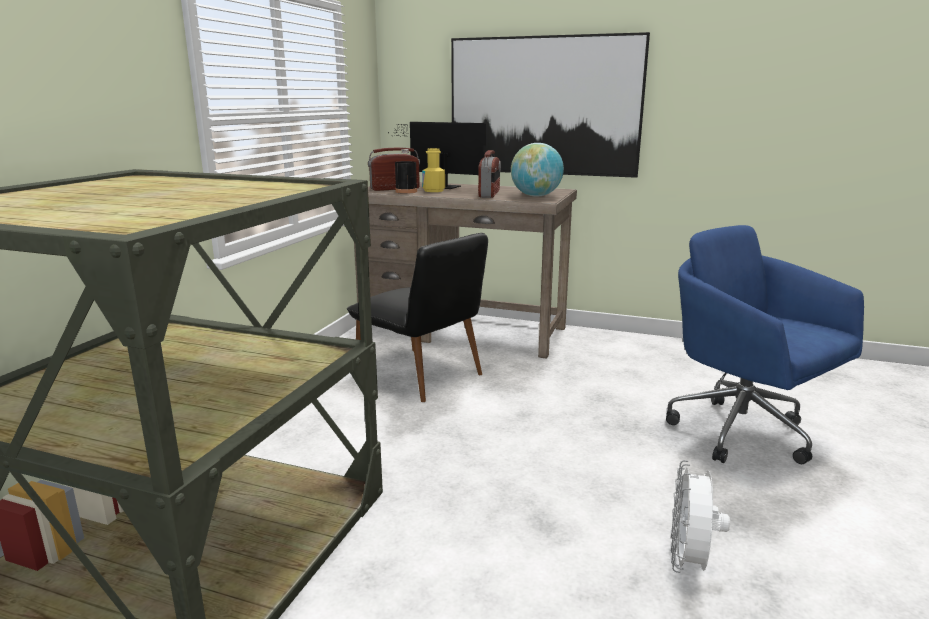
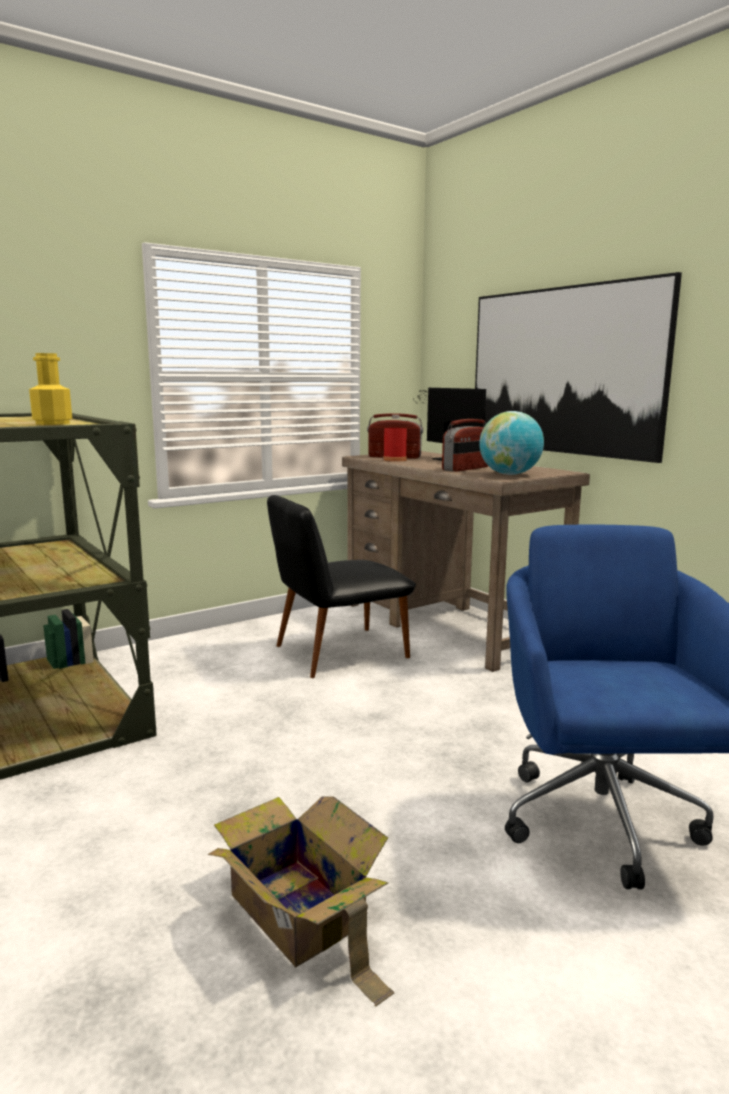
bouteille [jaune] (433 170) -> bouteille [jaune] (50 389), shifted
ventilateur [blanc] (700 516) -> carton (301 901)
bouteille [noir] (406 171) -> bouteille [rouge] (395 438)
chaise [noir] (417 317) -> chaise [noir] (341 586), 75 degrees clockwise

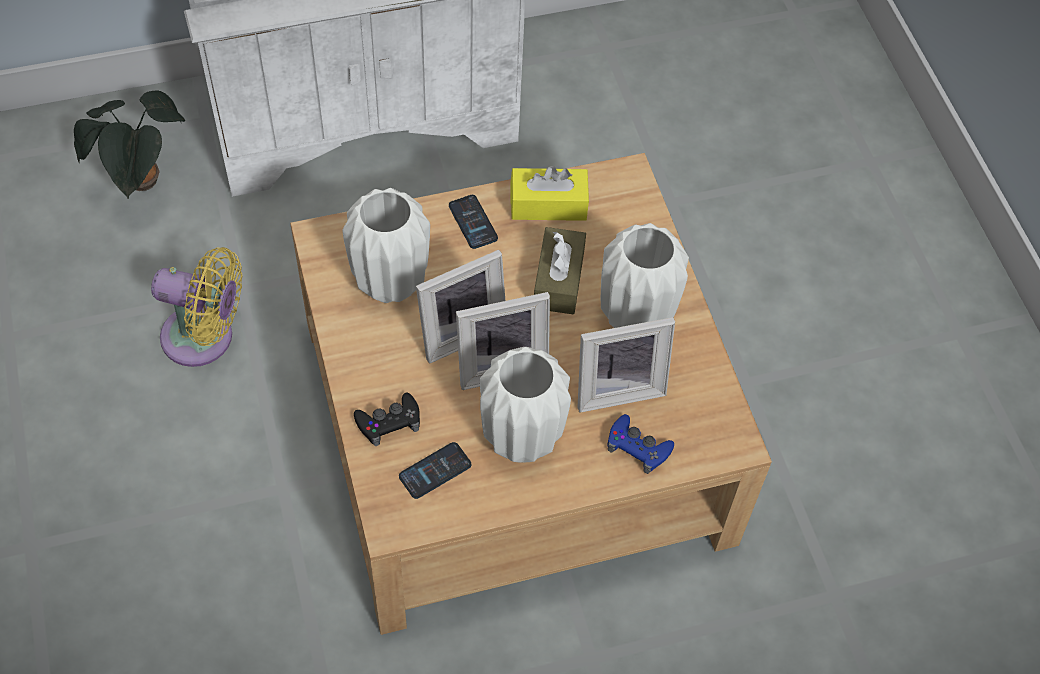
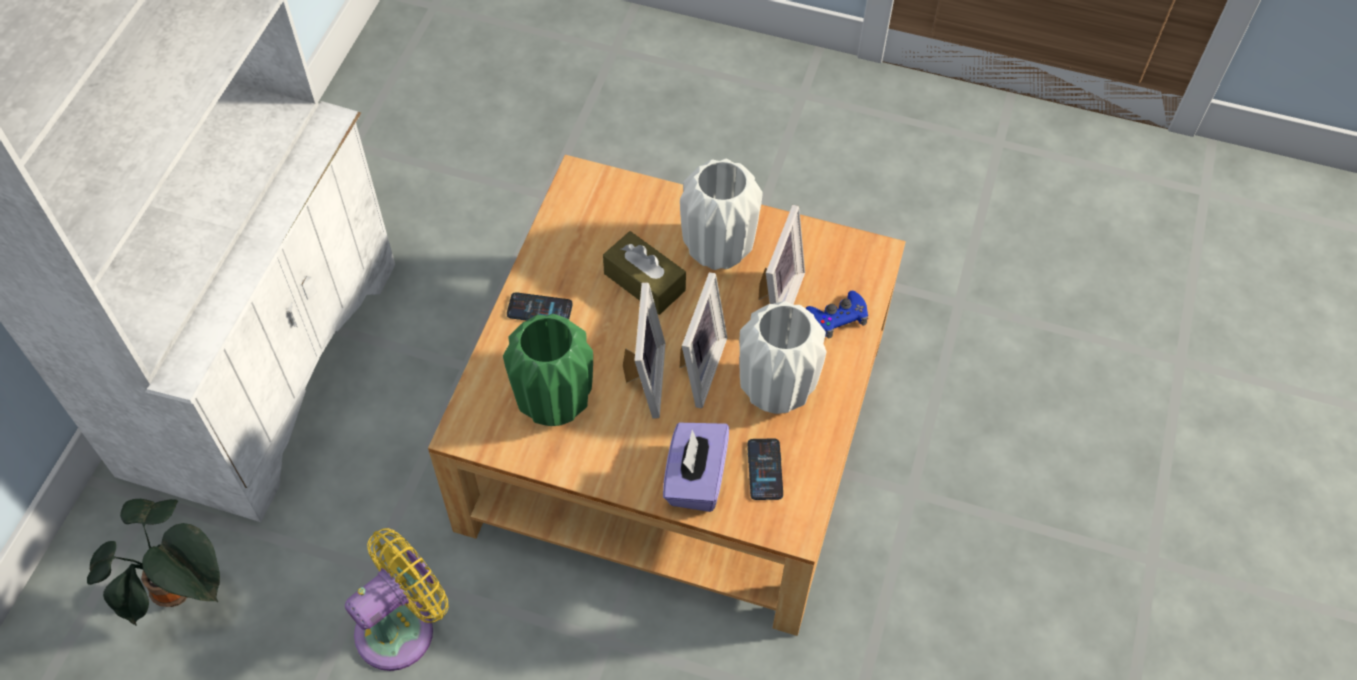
boîte à mouchoirs [jaune] (549 193) -> none
manette [noir] (387 419) -> boîte à mouchoirs [violet] (696 467)
vase [blanc] (386 245) -> vase [vert] (548 370)

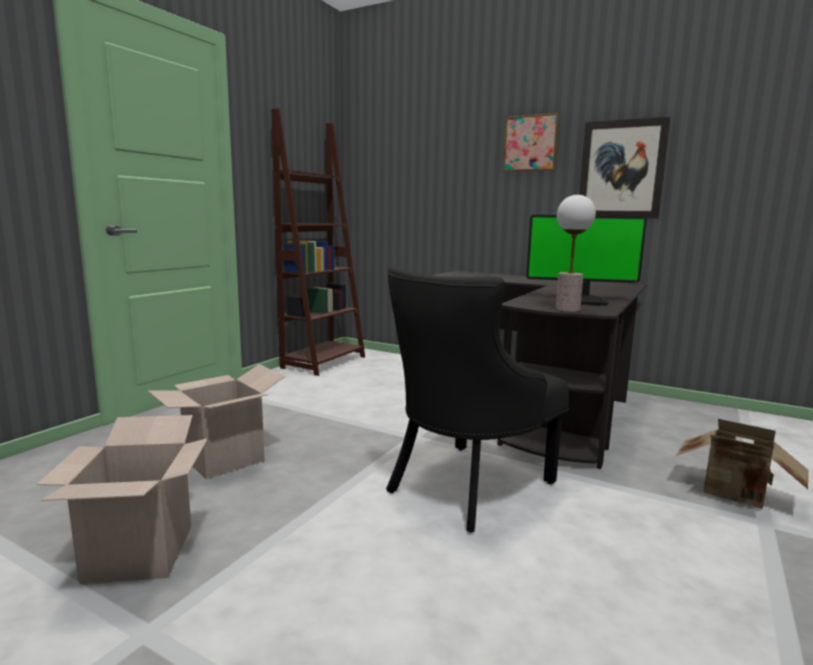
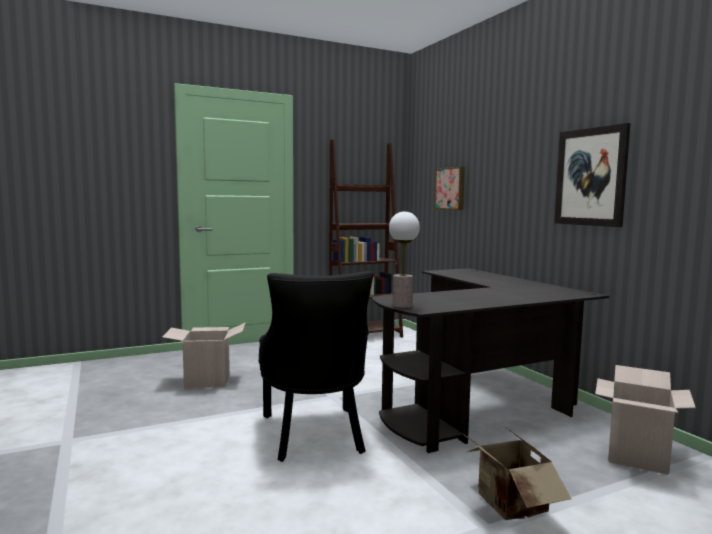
écran d'ordinateur (586 260) -> none
carton (122 499) -> carton (645 420), shifted
tableau (531 142) -> tableau (450 188), shifted
chaise [noir] (477 400) -> chaise [noir] (316 366), 90 degrees counterclockwise

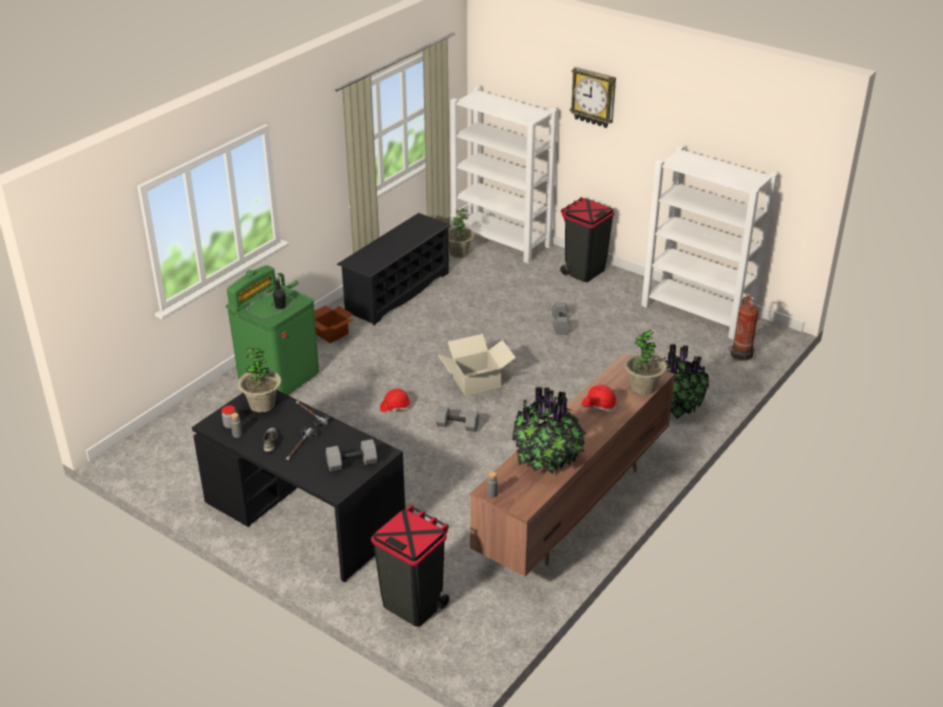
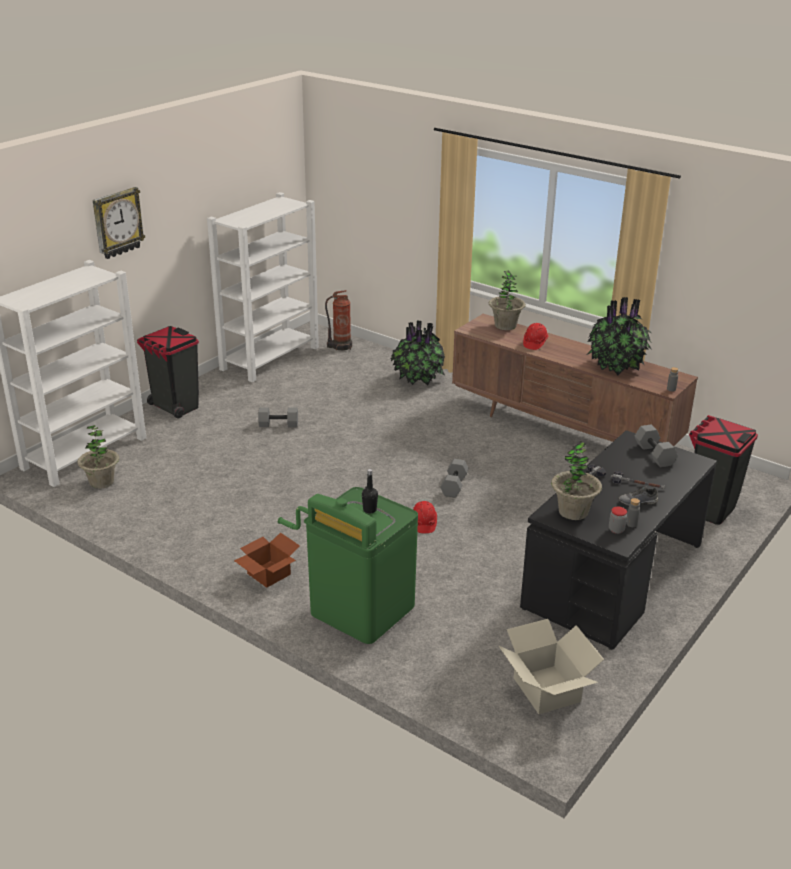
étagère à chaussures [noir] (394 269) -> none
carton (477 365) -> carton (551 666), shifted

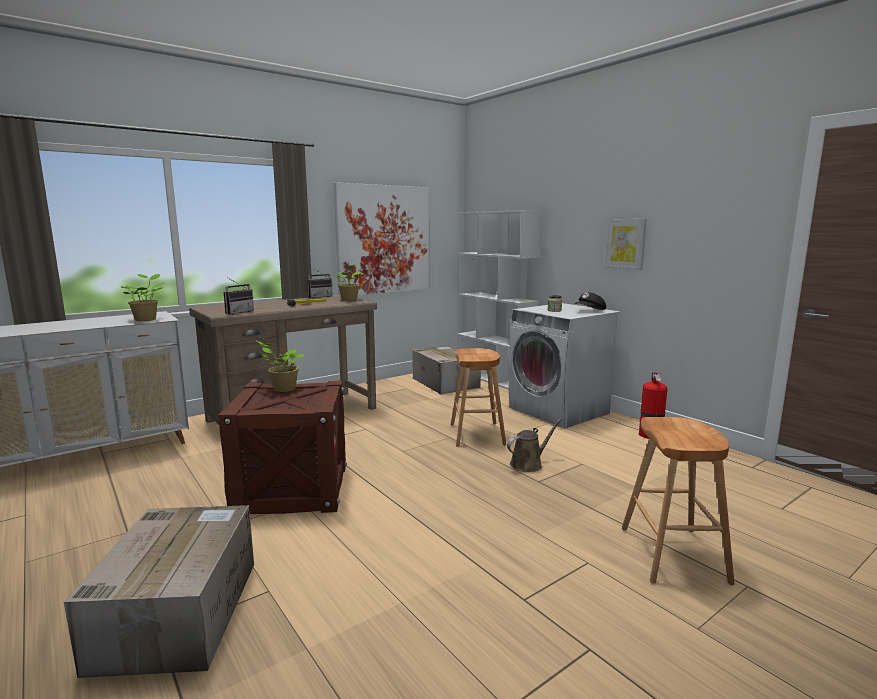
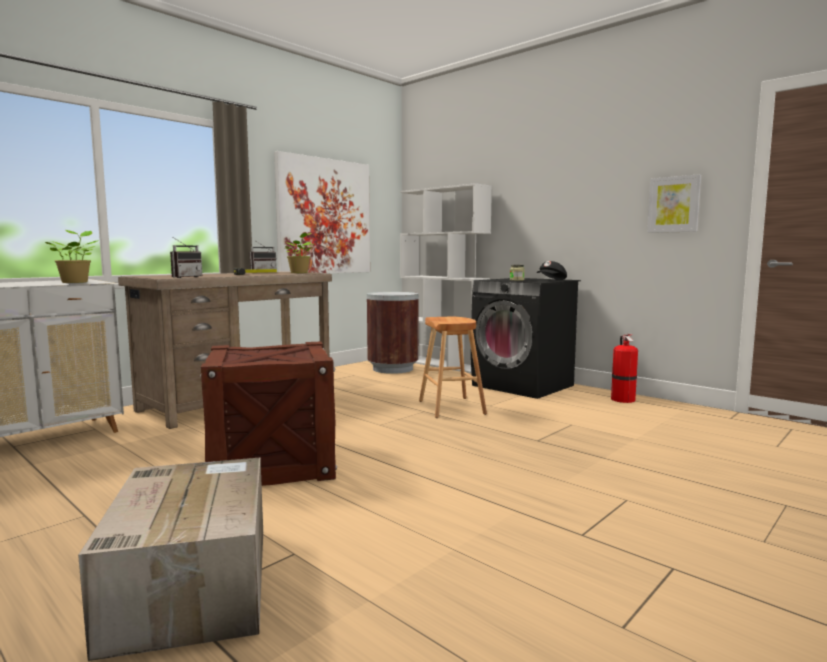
plante en pot (279 366) -> none
arrosoir [marron] (534 445) -> none
tabouret [marron] (678 501) -> none
tableau (625 244) -> tableau (674 203), shifted
carton (446 370) -> poubelle [marron] (393 333)
lave-linge [blanc] (564 365) -> lave-linge [noir] (526 338)

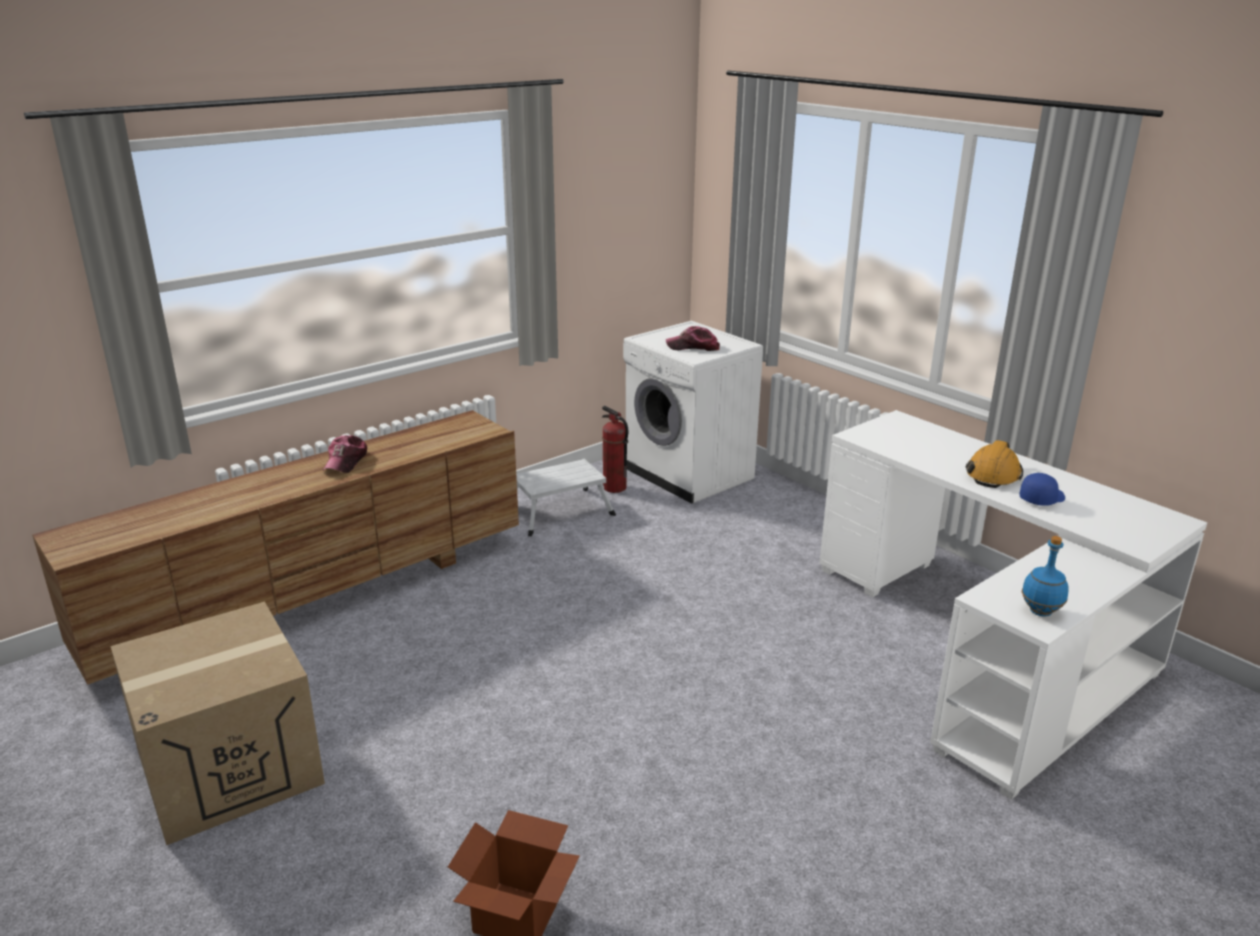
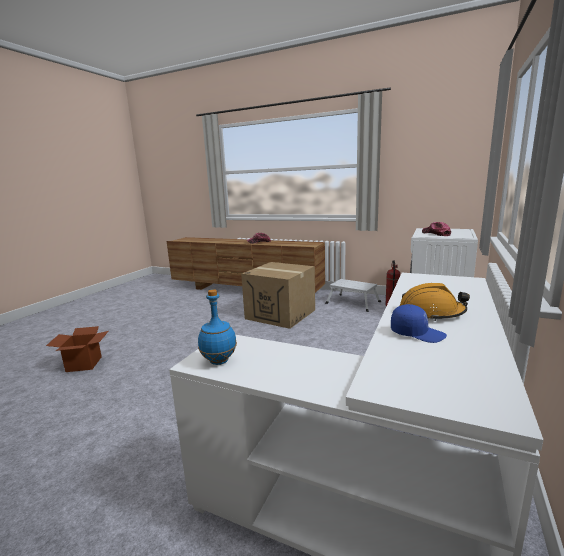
carton (217 723) -> carton (278 295), shifted

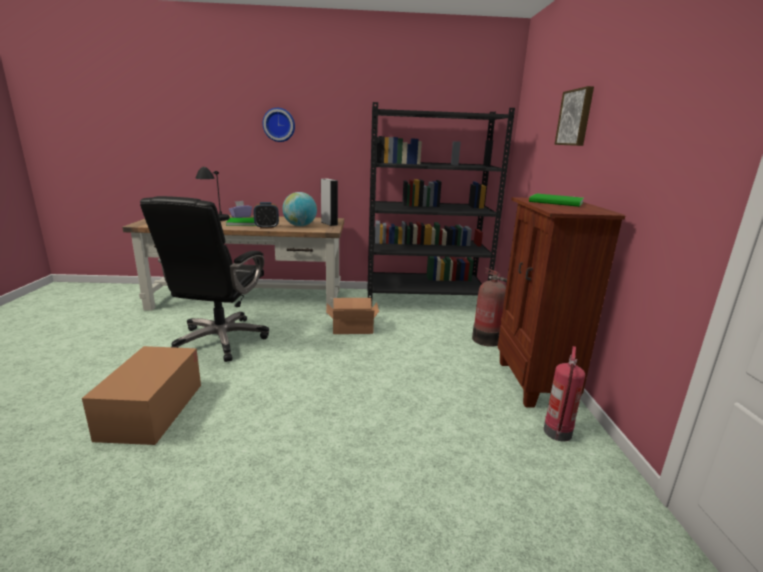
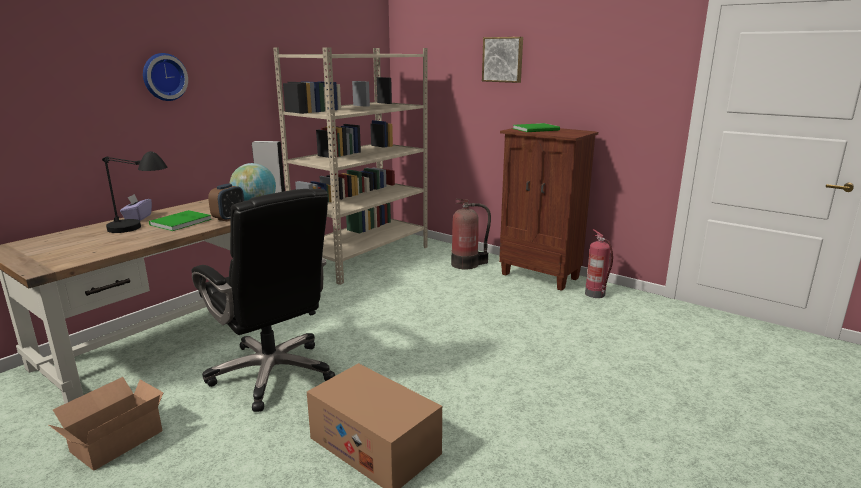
carton (352 316) -> carton (106 424), shifted
bibliothèque [noir] (441 203) -> bibliothèque [beige] (350 166)

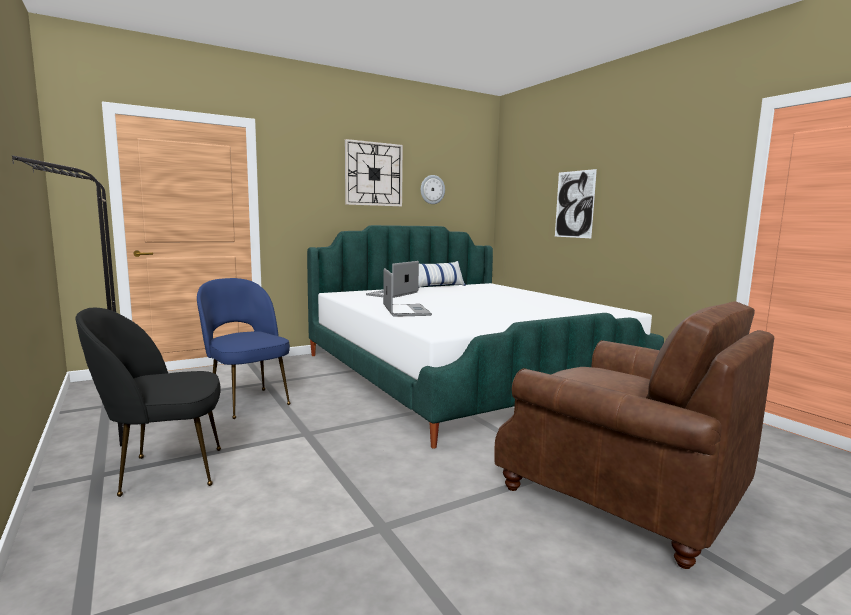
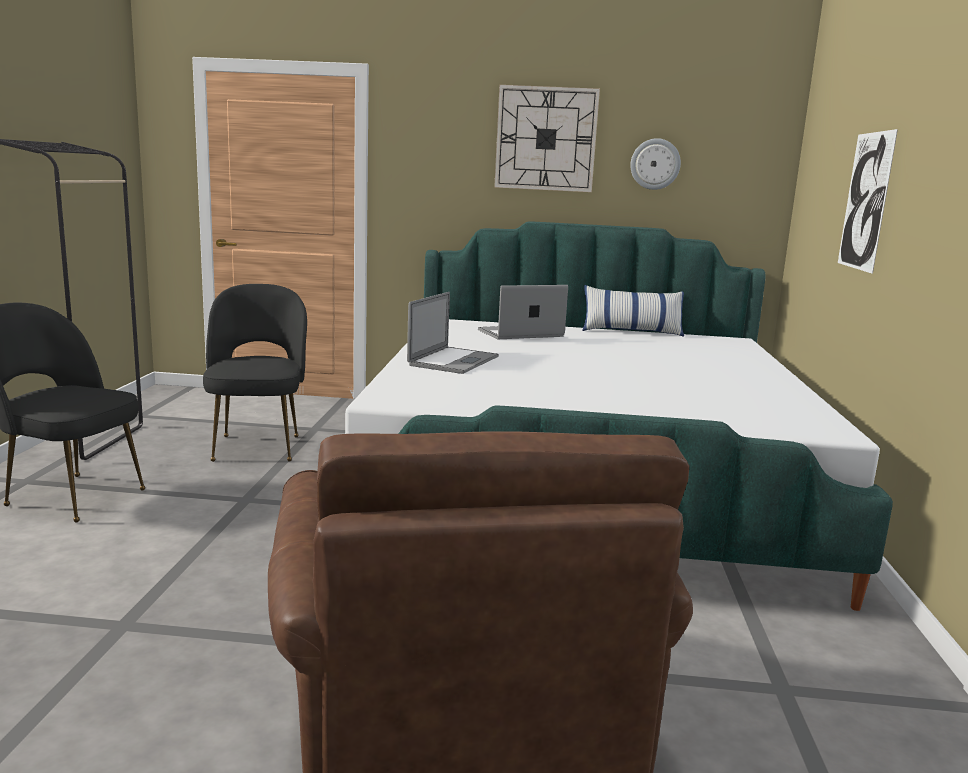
chaise [bleu] (243 348) -> chaise [noir] (255 373)

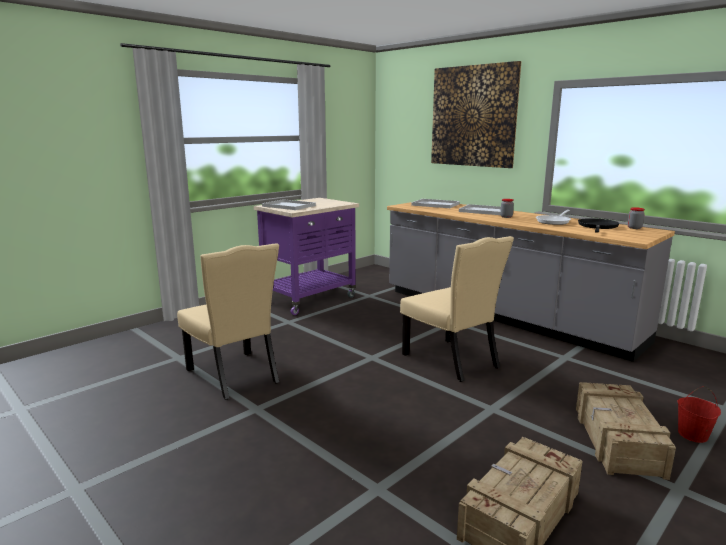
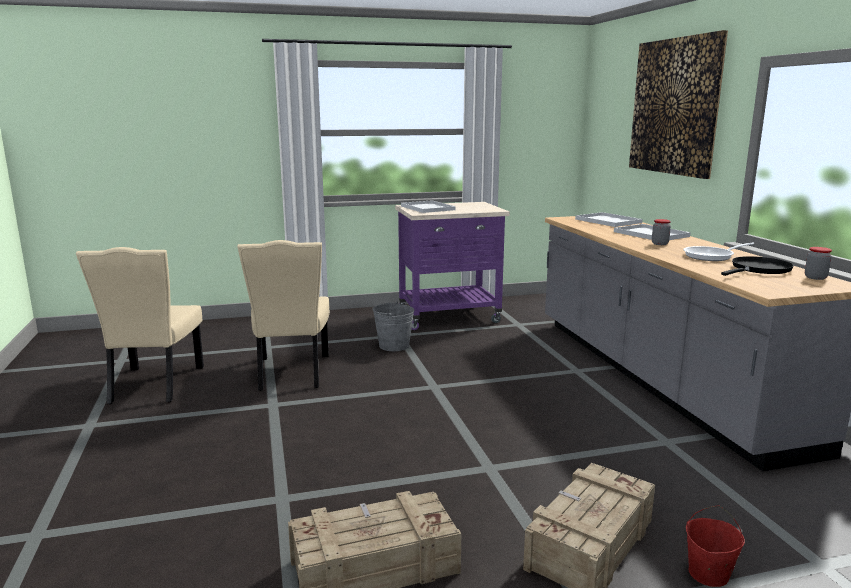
none -> seau [gris] (393 326)
chaise [beige] (457 309) -> chaise [beige] (140 325), shifted

